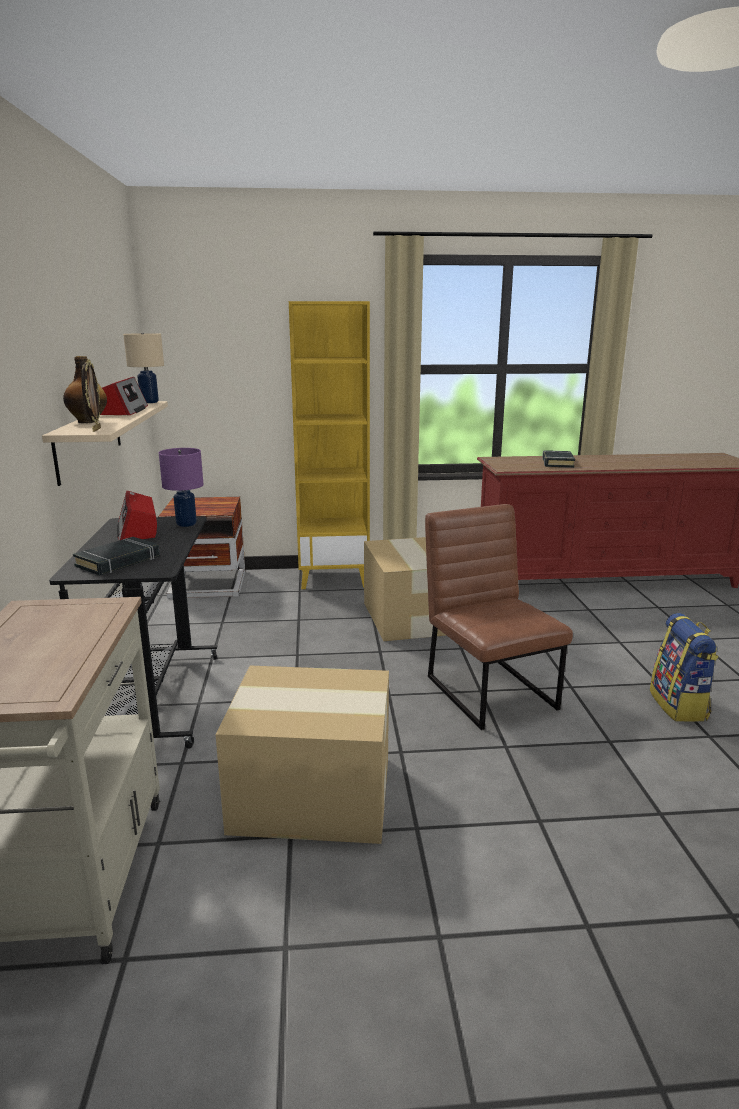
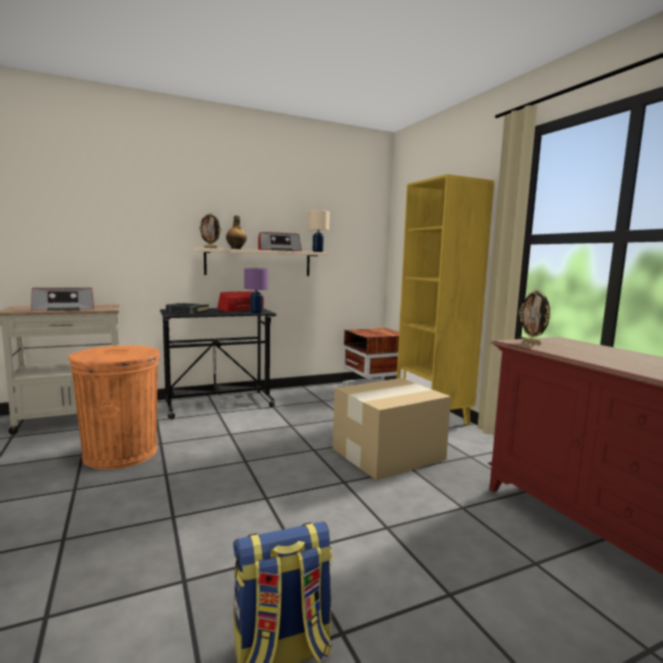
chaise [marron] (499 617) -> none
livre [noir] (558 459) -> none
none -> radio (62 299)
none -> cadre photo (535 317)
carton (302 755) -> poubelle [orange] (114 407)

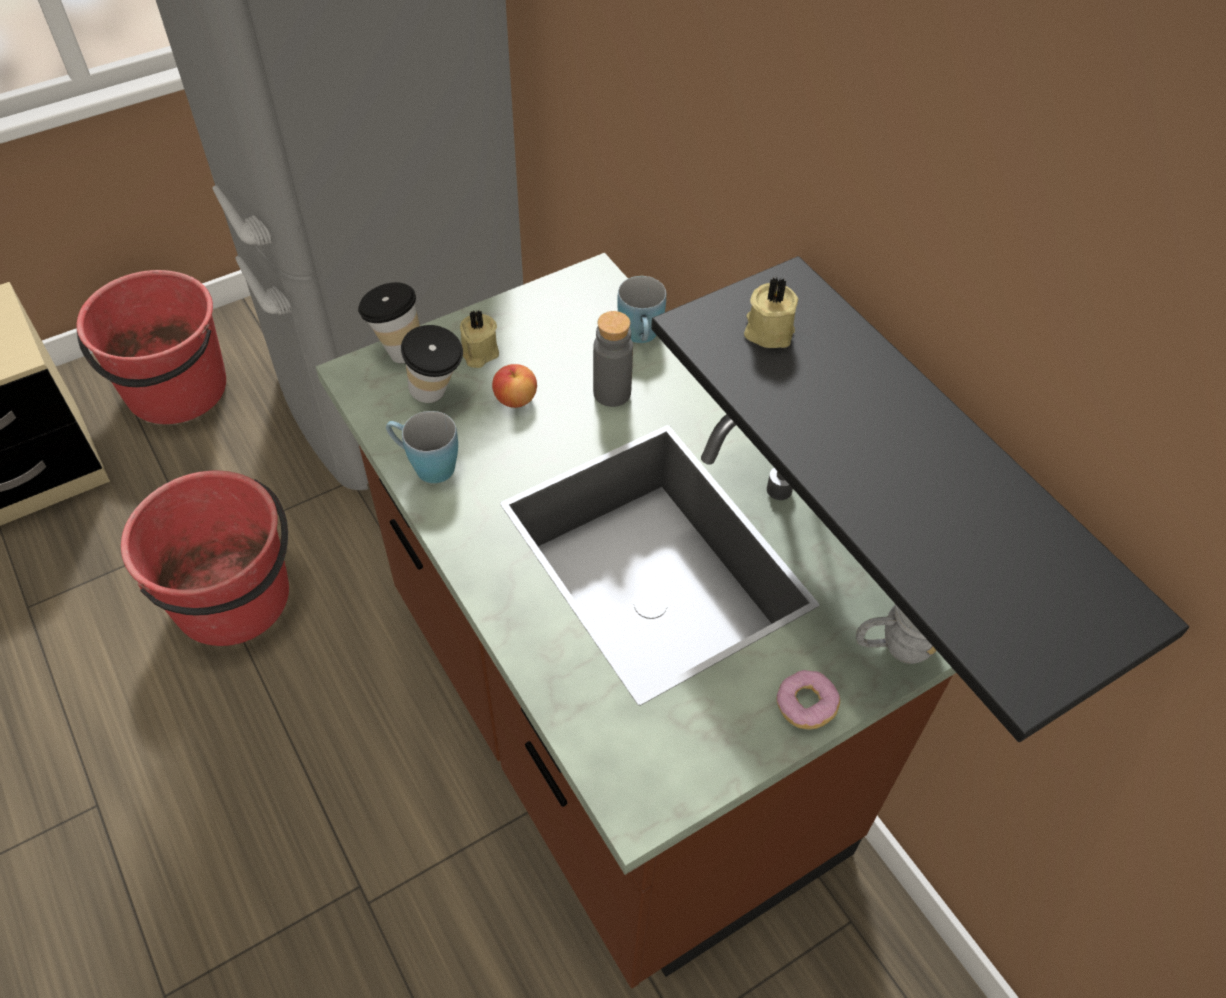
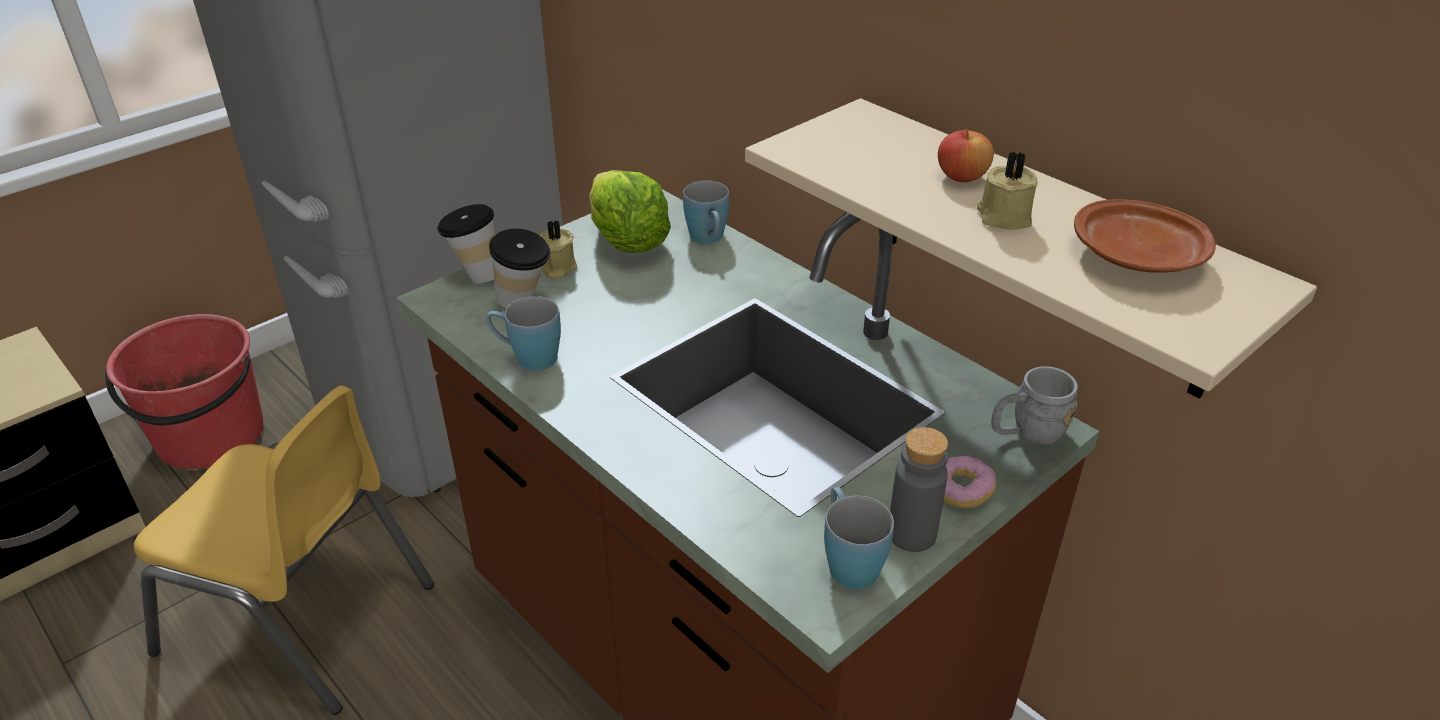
none -> laitue (630 211)
none -> mug [bleu] (859 538)
none -> assiette [marron] (1145 236)
pomme (514 386) -> pomme (966 155), shifted
bouteille [gris] (613 359) -> bouteille [gris] (919 489), shifted
bougie [beige] (771 312) -> bougie [beige] (1007 190), shifted
seau [rouge] (205 558) -> chaise [jaune] (284 550)
étagère [noir] (920 499) -> étagère [beige] (1031 248)

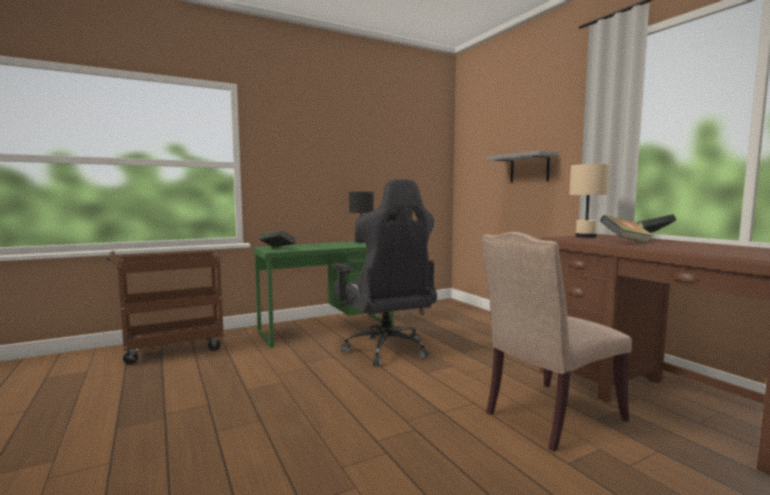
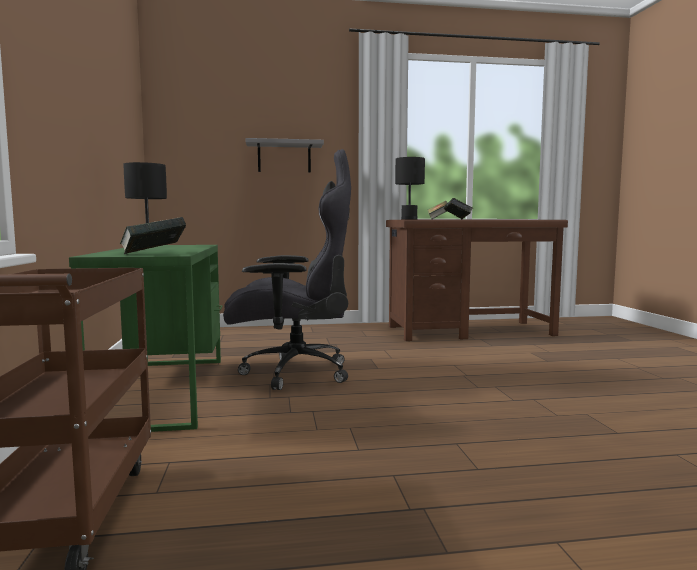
chaise [beige] (556 342) -> none
lampe de table [beige] (589 201) -> lampe de table [noir] (410 188)

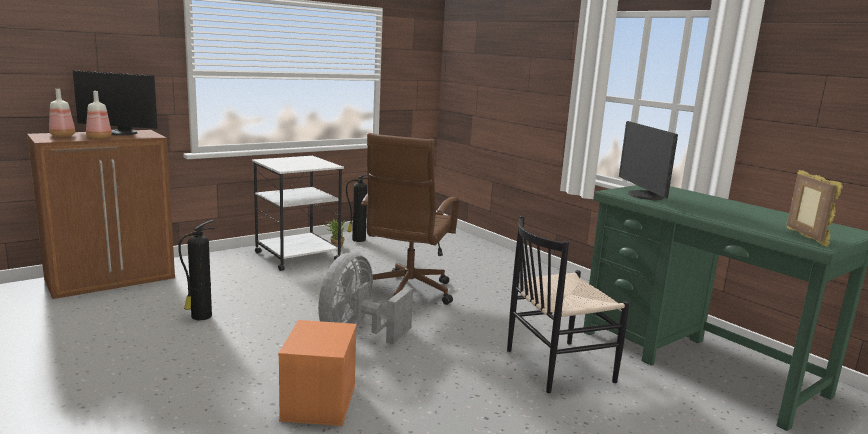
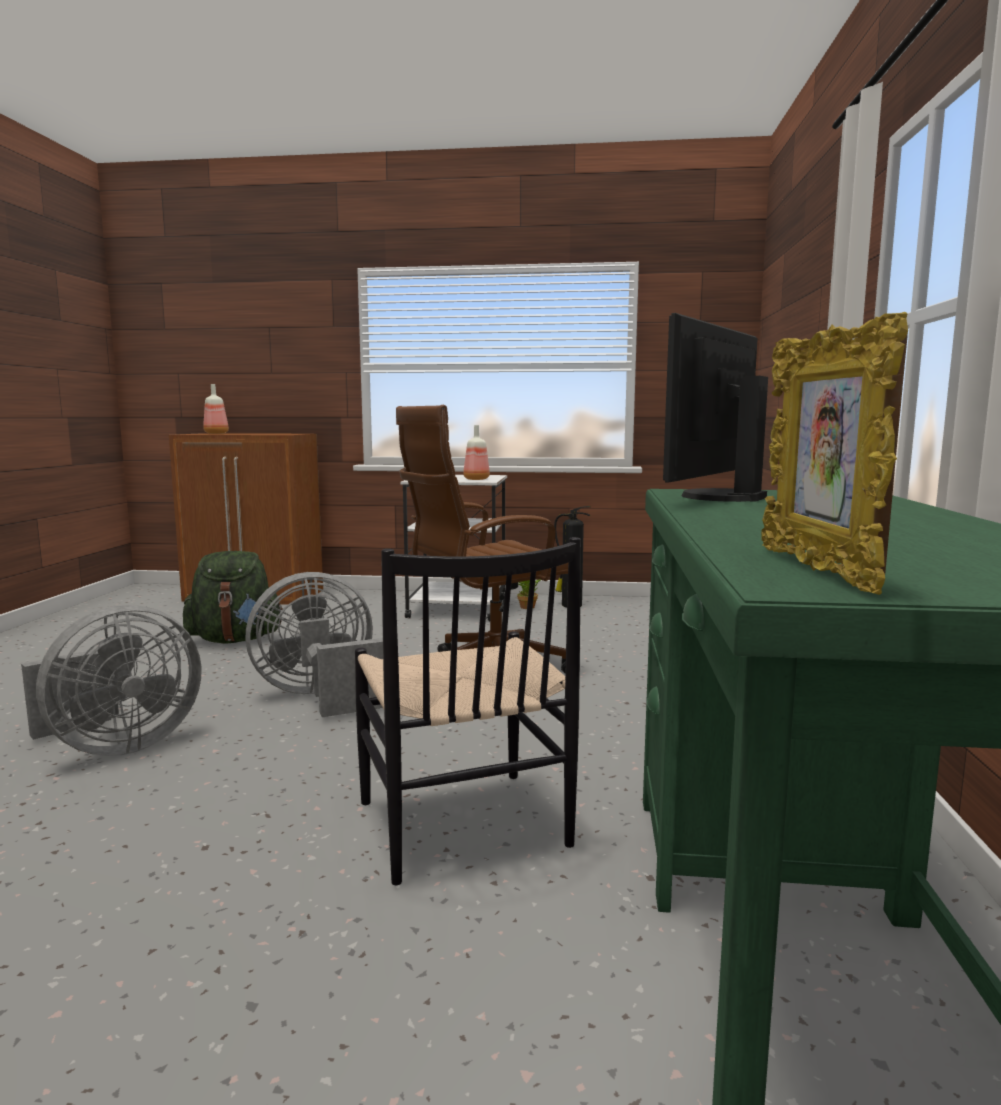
écran d'ordinateur (115 102) -> none
bouteille (99 115) -> bouteille (476 452), shifted
extincteur (196 270) -> sac à dos [vert] (233 597)
boîte de rangement [orange] (317 373) -> ventilateur [gris] (111 680)
chaise [noir] (568 304) -> chaise [noir] (468 711), 135 degrees counterclockwise
cadre photo (815 208) -> cadre photo (834 453), 135 degrees clockwise

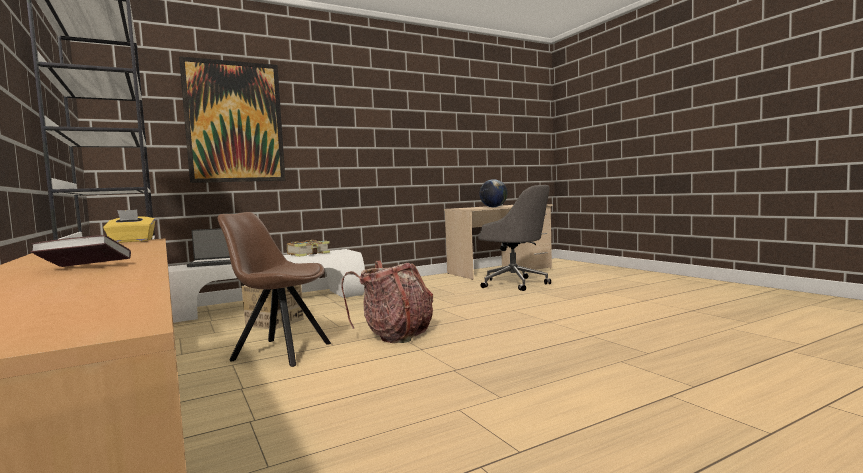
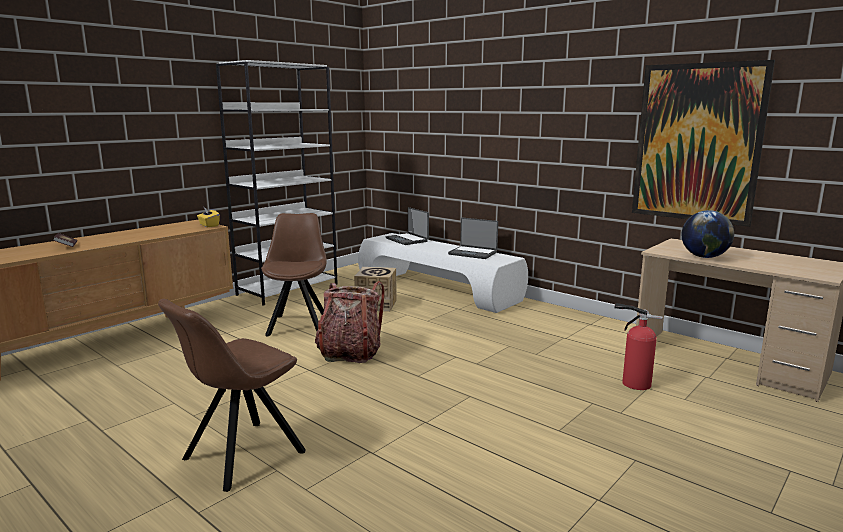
none -> chaise [marron] (232 395)
tableau (232 119) -> tableau (703 143), shifted
livre (308 248) -> ordinateur portable (473 238)
chaise de bureau [gris] (514 238) -> extincteur (638 346)

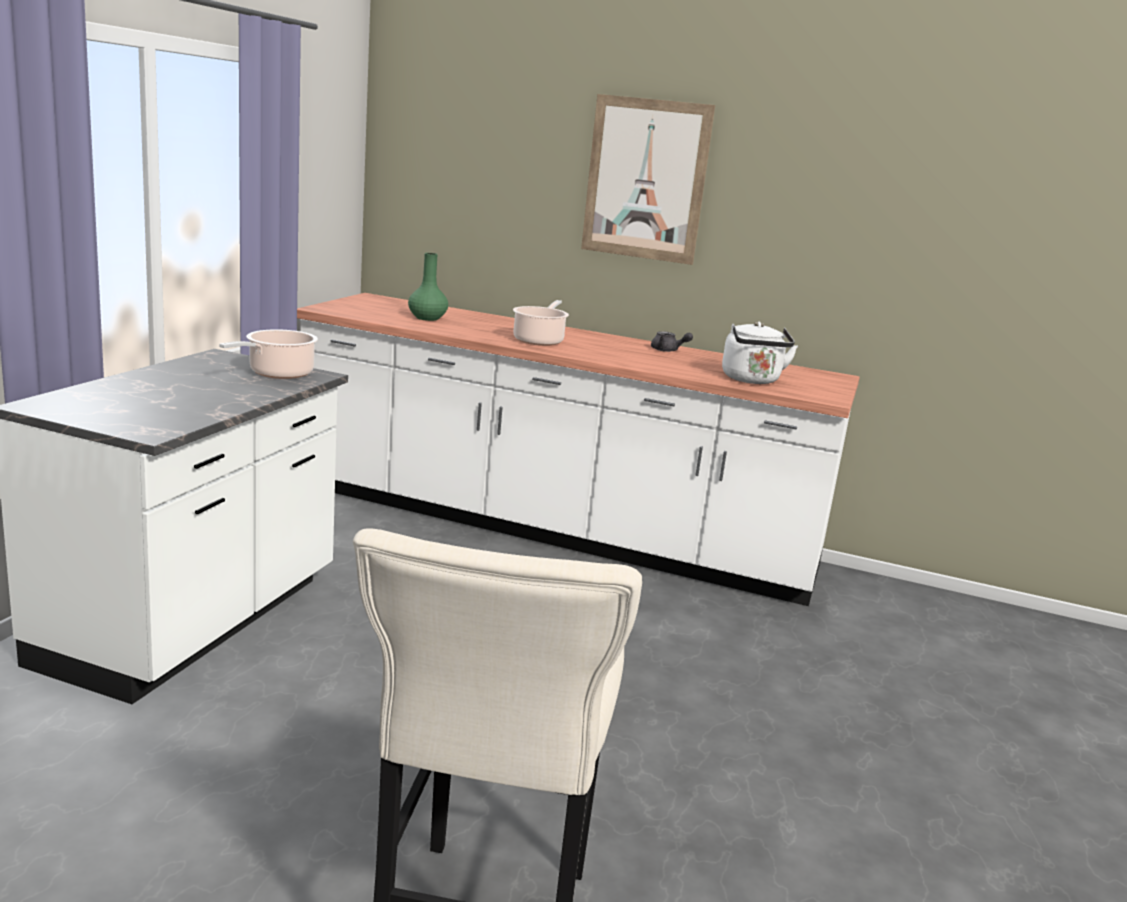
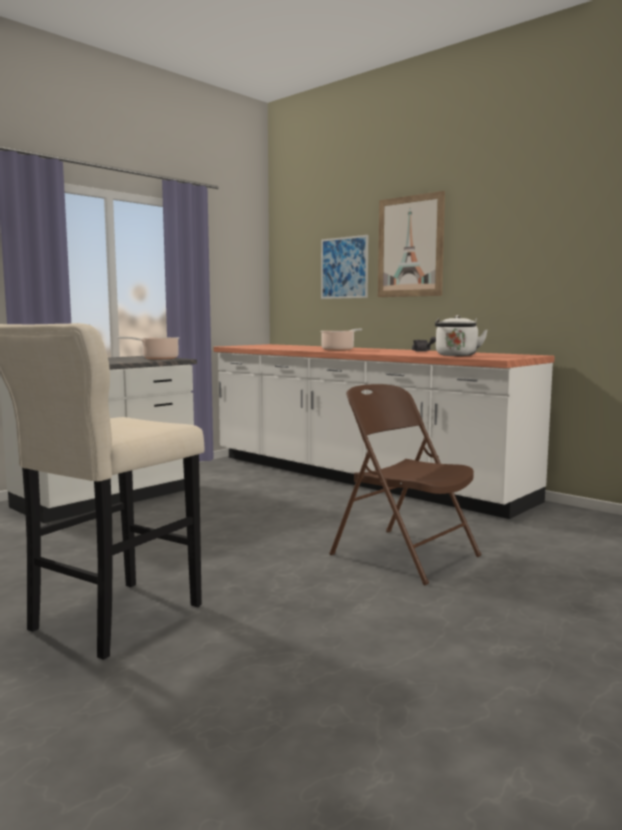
vase [vert] (428 287) -> none
none -> tableau (344 267)
none -> chaise [marron] (405 485)

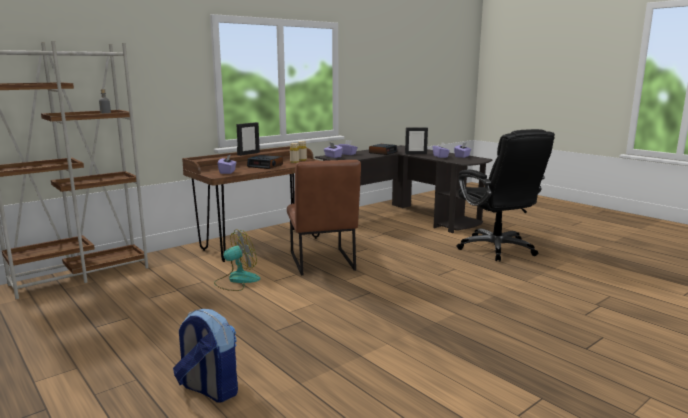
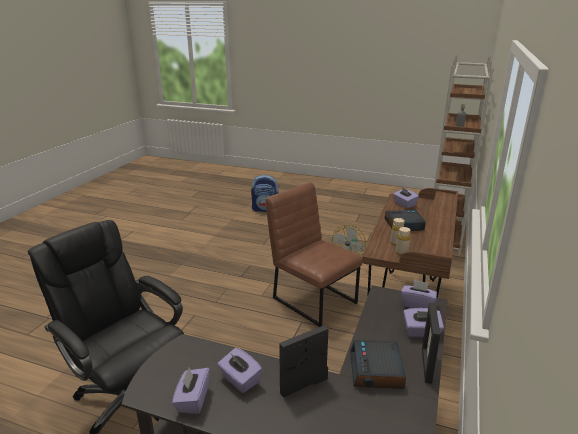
cadre photo (248 139) -> cadre photo (431 343), shifted

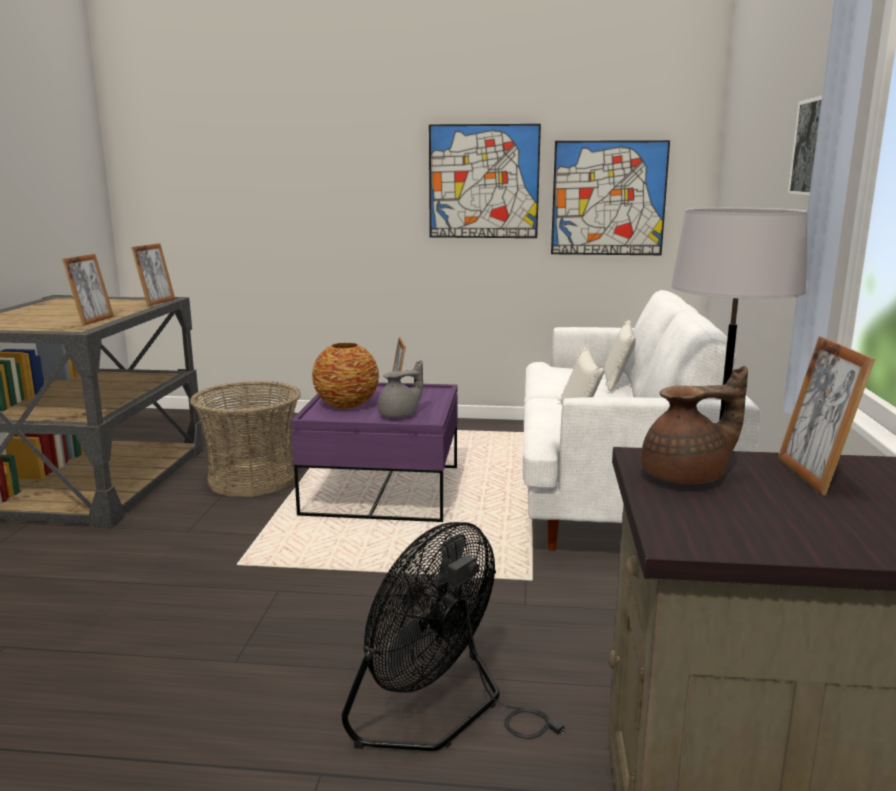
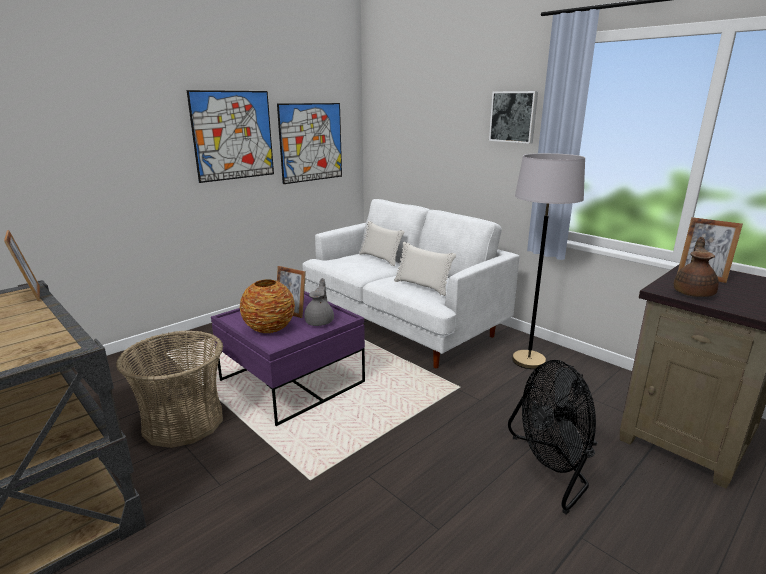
cadre photo (88 290) -> none

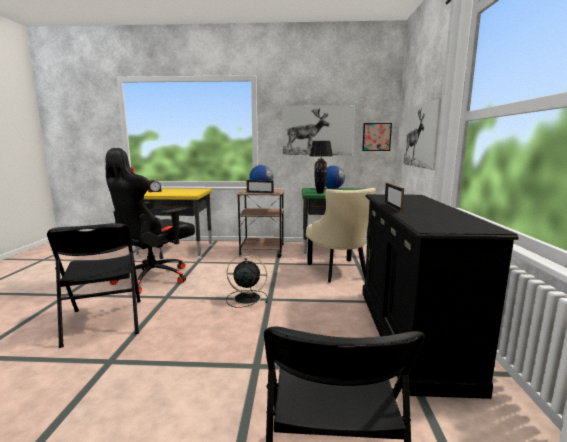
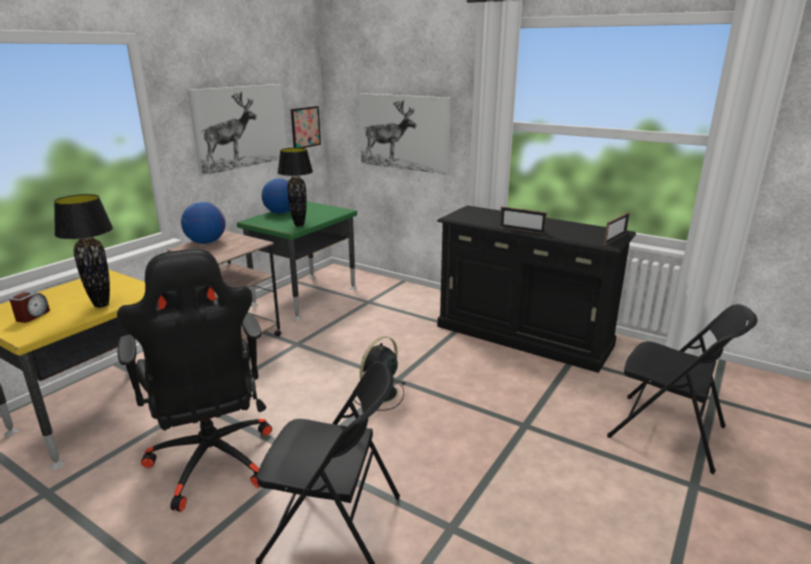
chaise [beige] (341 235) -> none
none -> lampe de table [noir] (83 251)
cadre photo (260 186) -> cadre photo (617 228), shifted

